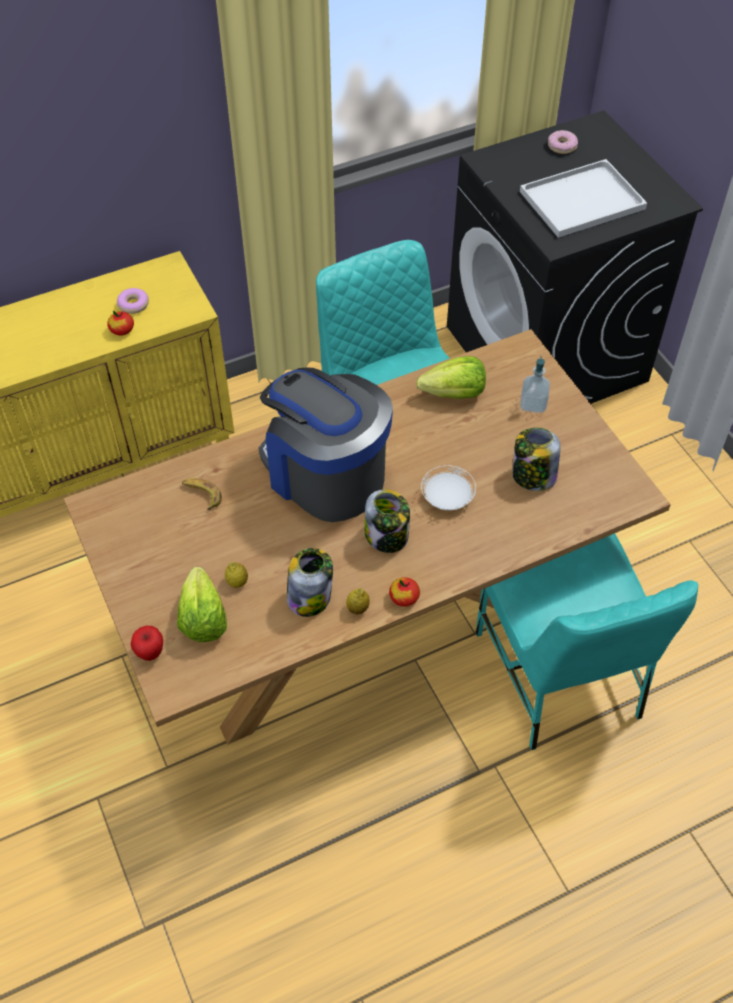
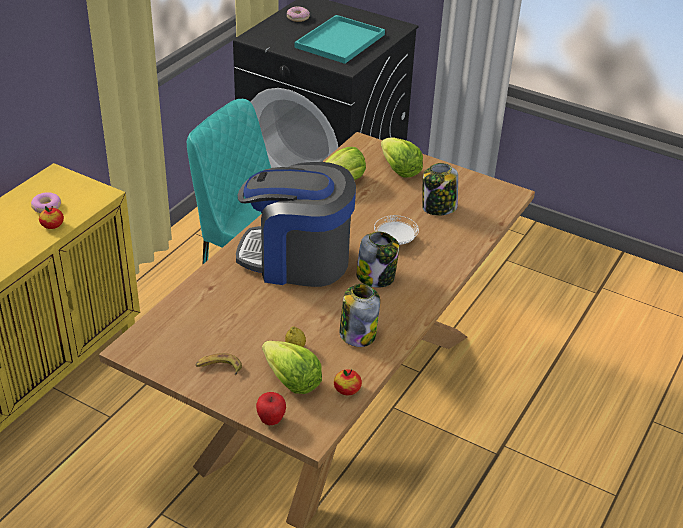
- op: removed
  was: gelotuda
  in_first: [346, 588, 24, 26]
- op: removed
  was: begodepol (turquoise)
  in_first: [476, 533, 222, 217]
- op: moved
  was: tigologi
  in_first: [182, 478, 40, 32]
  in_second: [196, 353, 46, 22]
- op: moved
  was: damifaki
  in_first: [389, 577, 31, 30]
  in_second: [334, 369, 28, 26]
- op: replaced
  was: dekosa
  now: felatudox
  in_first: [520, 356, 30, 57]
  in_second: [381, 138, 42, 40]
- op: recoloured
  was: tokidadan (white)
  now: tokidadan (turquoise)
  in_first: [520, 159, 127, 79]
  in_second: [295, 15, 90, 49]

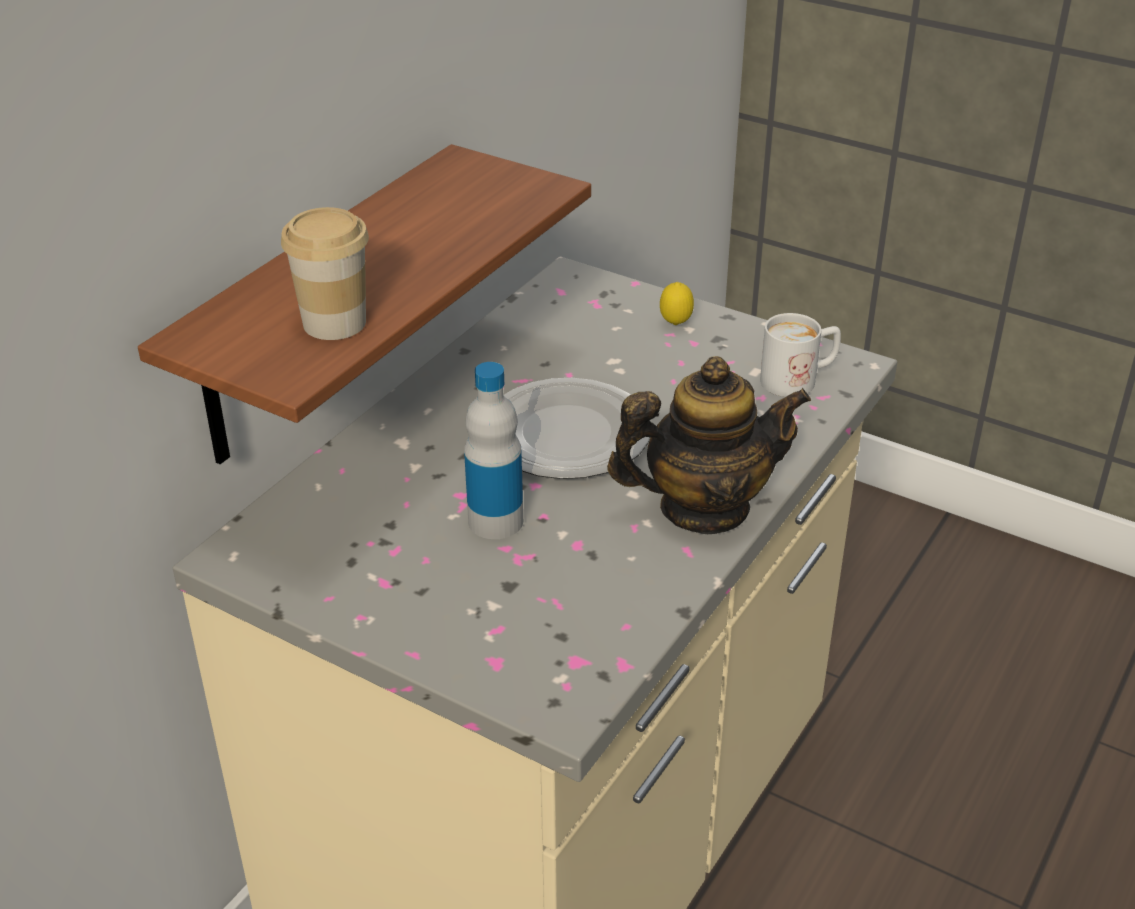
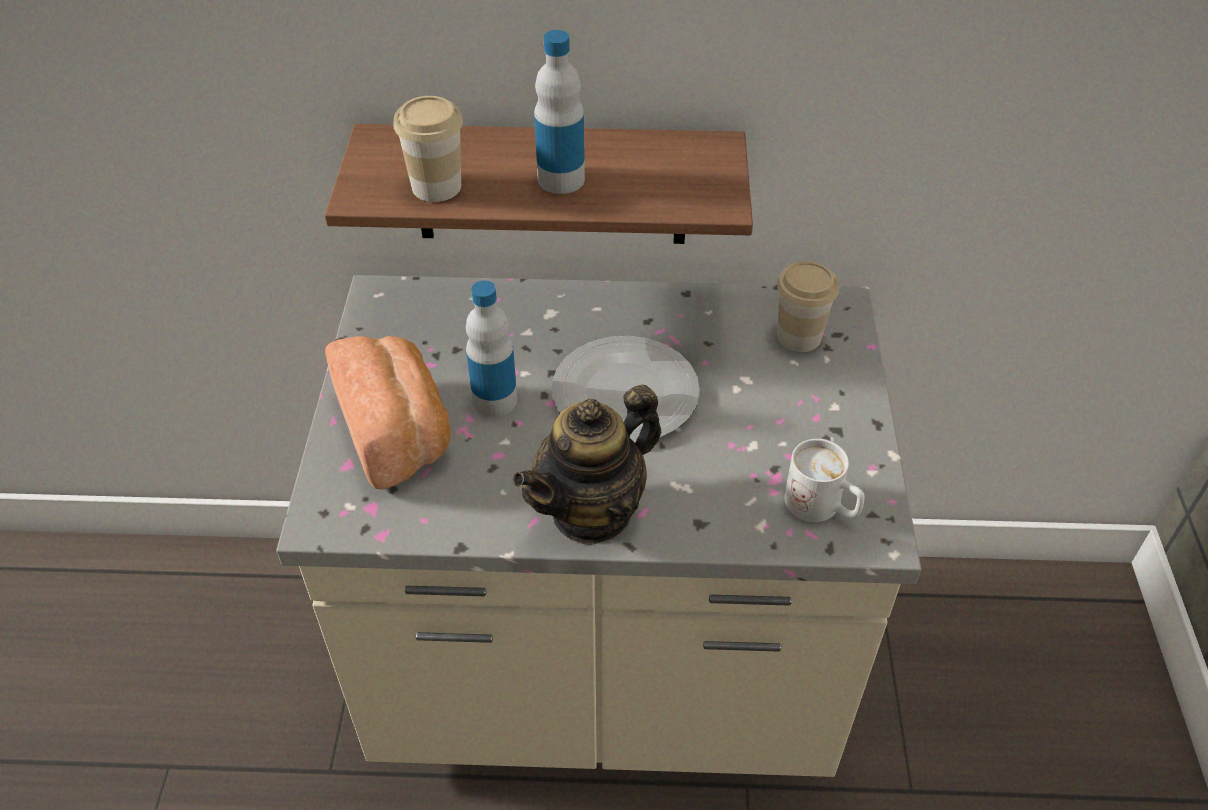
- op: removed
  was: gelotuda
  in_first: [660, 282, 34, 43]
- op: added
  now: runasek
  in_second: [325, 336, 126, 153]
- op: added
  now: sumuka
  in_second: [534, 30, 51, 164]
- op: added
  now: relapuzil
  in_second: [777, 261, 62, 91]
- op: turned
  was: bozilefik
  in_first: [607, 356, 204, 178]
  in_second: [513, 384, 148, 161]
  clockwise: 90

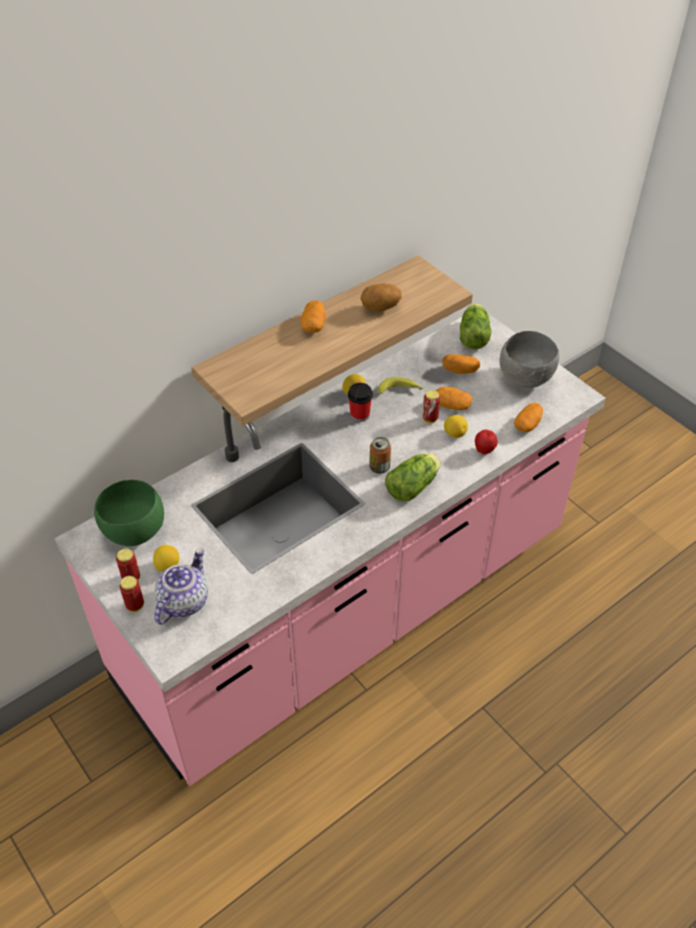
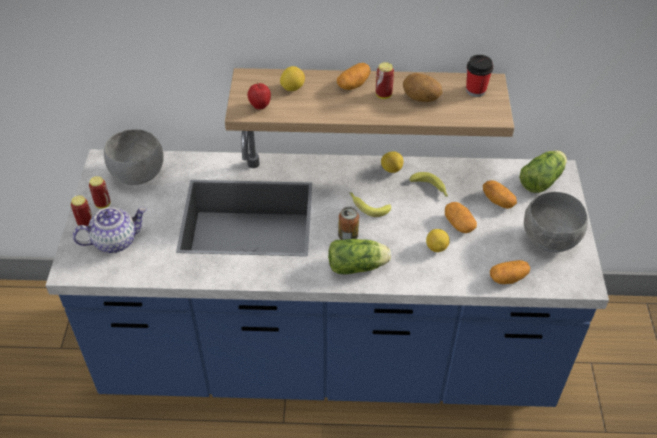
- op: added
  now: tigologi
  in_second: [349, 192, 42, 25]
- op: moved
  was: gelotuda
  in_first: [153, 545, 26, 27]
  in_second: [280, 66, 25, 25]
- op: moved
  was: relapuzil
  in_first: [348, 383, 25, 39]
  in_second: [466, 55, 27, 42]
- op: moved
  was: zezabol
  in_first: [423, 390, 17, 33]
  in_second: [376, 62, 18, 37]
- op: moved
  was: damifaki
  in_first: [475, 430, 23, 25]
  in_second: [248, 82, 23, 27]
- op: recoloured
  was: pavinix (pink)
  now: pavinix (blue)
  in_first: [54, 313, 552, 473]
  in_second: [45, 131, 564, 276]
- op: recoloured
  was: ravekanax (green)
  now: ravekanax (grey)
  in_first: [94, 480, 70, 66]
  in_second: [104, 129, 60, 56]

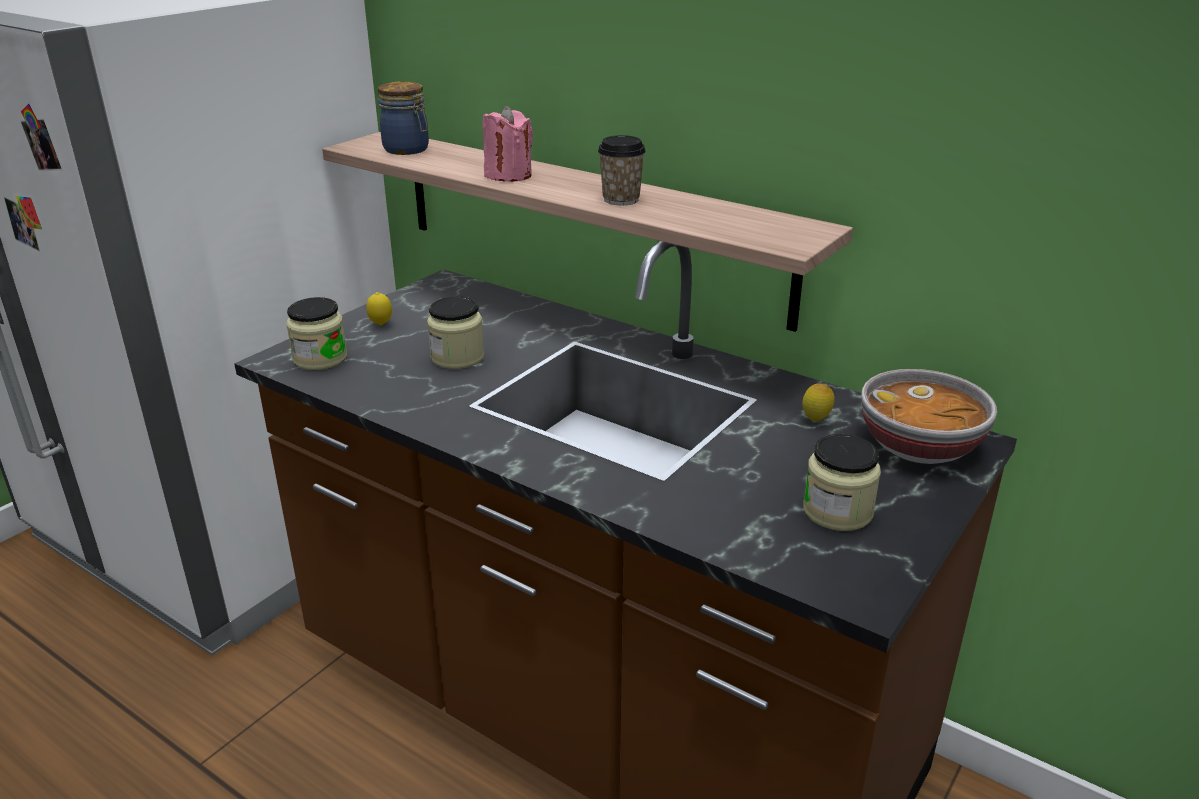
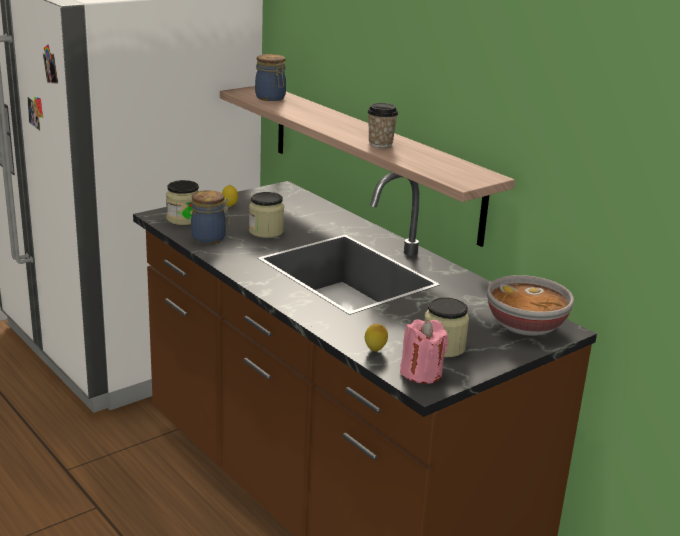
- op: added
  now: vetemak
  in_second: [191, 190, 39, 54]
- op: moved
  was: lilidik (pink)
  in_first: [483, 105, 50, 77]
  in_second: [400, 319, 49, 65]
- op: moved
  was: gelotuda
  in_first: [802, 384, 33, 37]
  in_second: [365, 324, 23, 28]

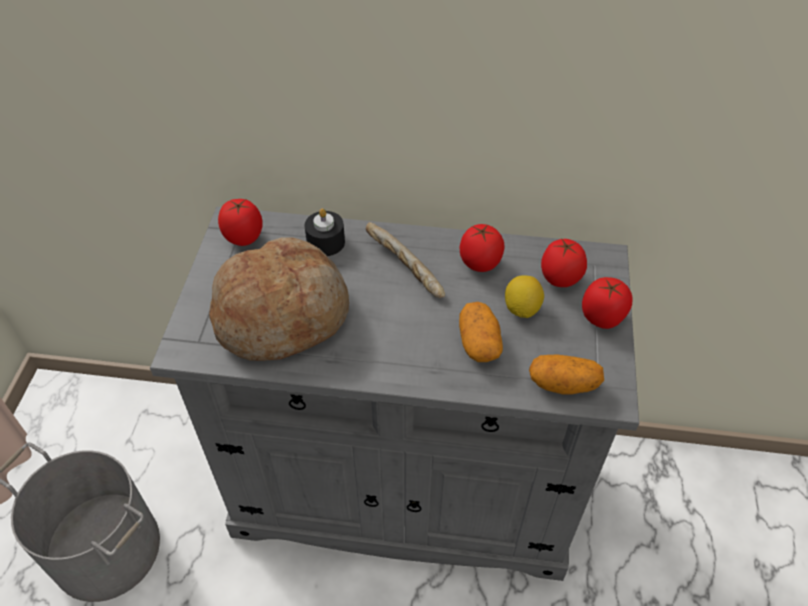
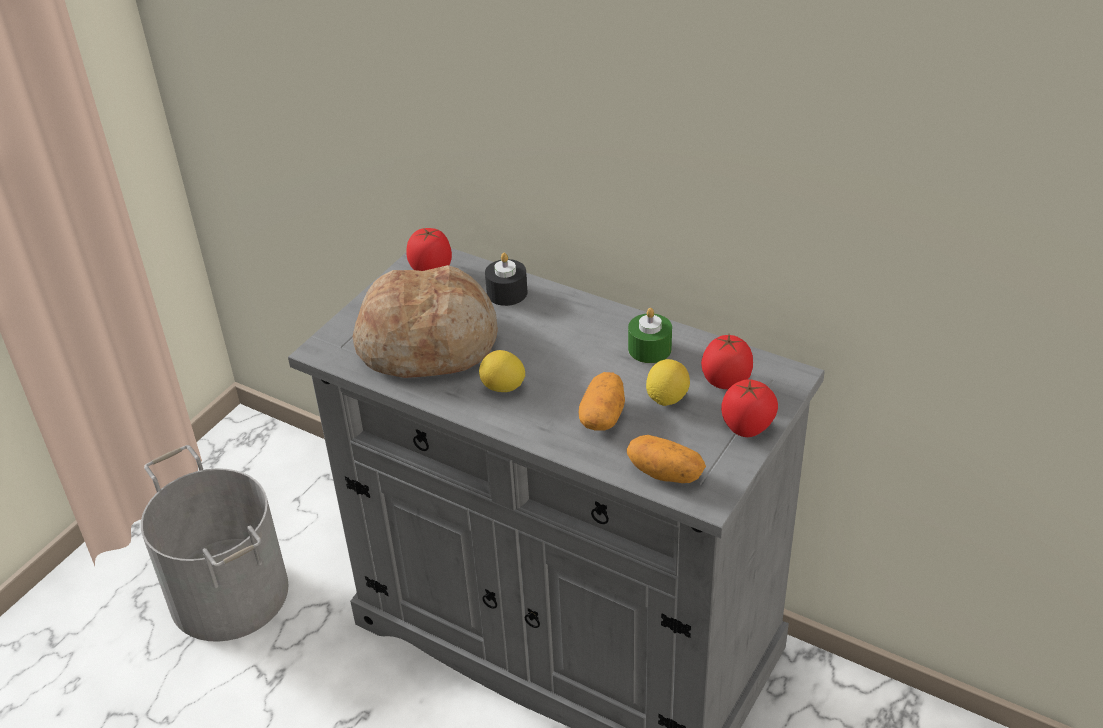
- op: removed
  was: runasek
  in_first: [366, 222, 79, 76]
- op: added
  now: gelotuda
  in_second: [479, 350, 46, 42]
- op: replaced
  was: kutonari
  now: lilidik (green)
  in_first: [460, 224, 44, 48]
  in_second: [628, 308, 44, 55]

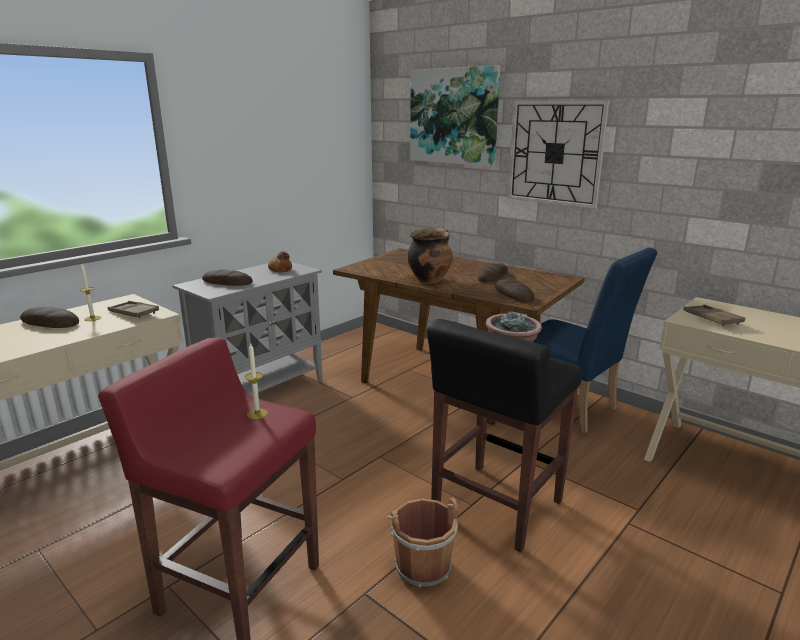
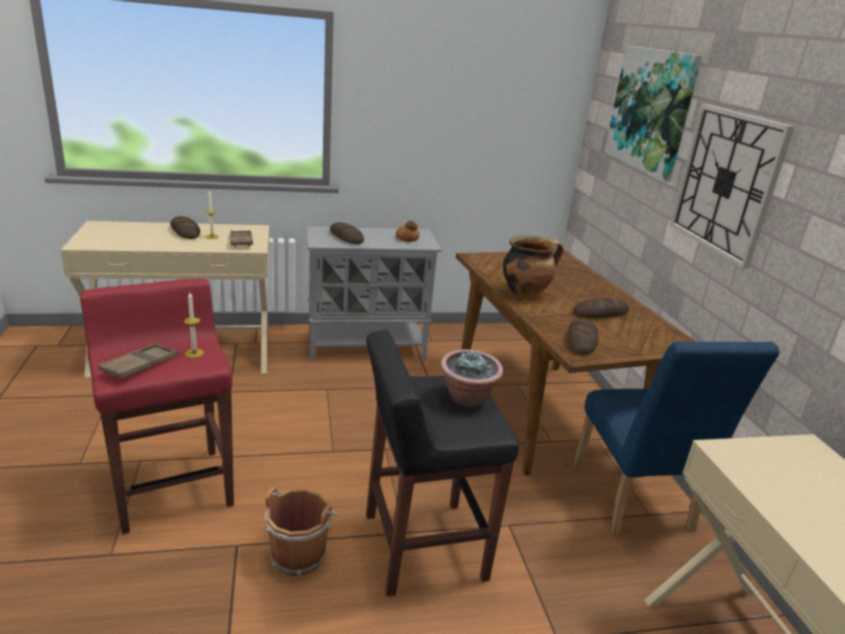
- op: moved
  was: tokidadan (brown)
  in_first: [684, 305, 61, 21]
  in_second: [98, 343, 80, 36]

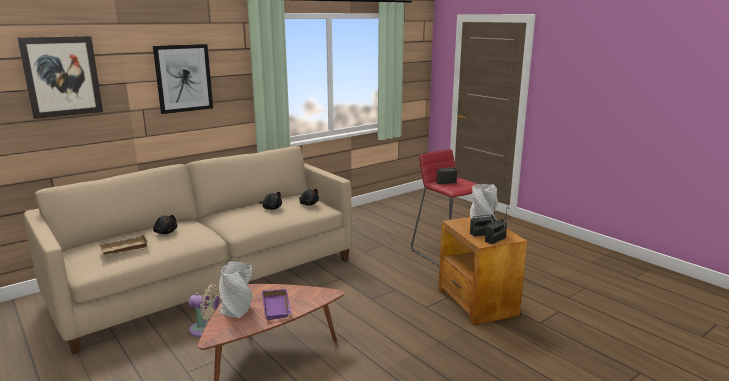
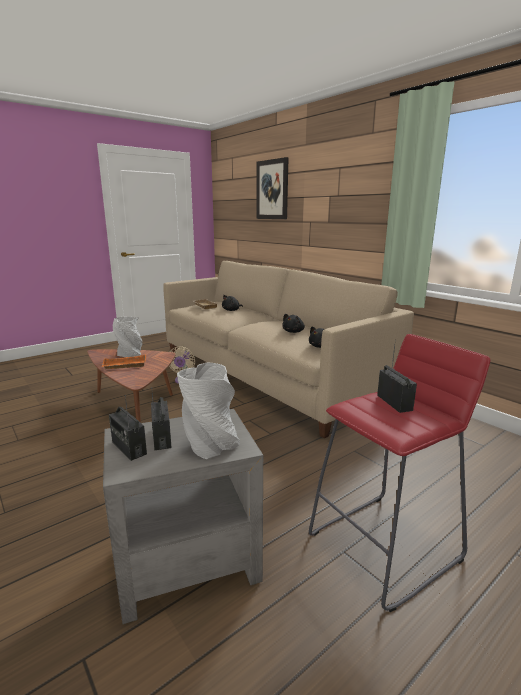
- op: removed
  was: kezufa
  in_first: [153, 44, 60, 70]
- op: recoloured
  was: tokidadan (purple)
  now: tokidadan (orange)
  in_first: [262, 289, 30, 32]
  in_second: [101, 354, 45, 15]
- op: recoloured
  was: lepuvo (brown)
  now: lepuvo (grey)
  in_first: [438, 217, 89, 109]
  in_second: [103, 409, 160, 215]

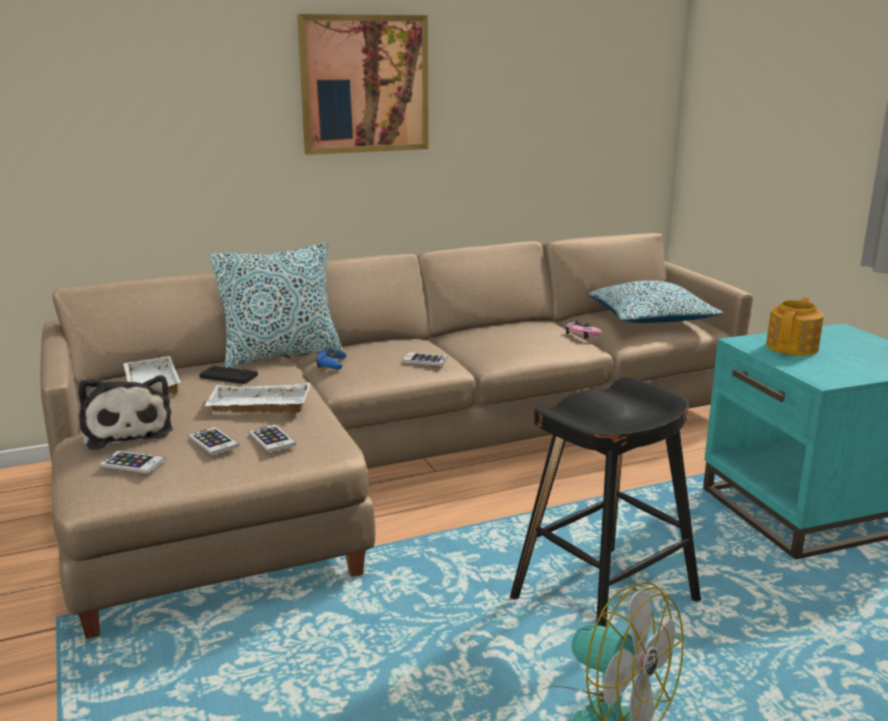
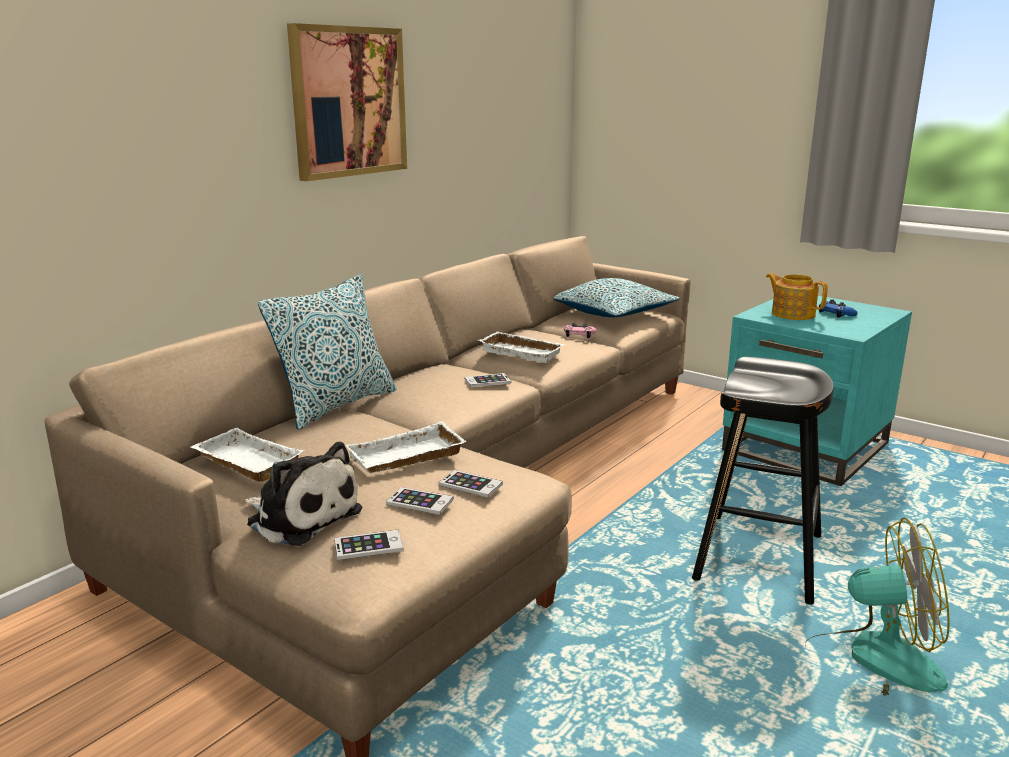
- op: removed
  was: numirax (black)
  in_first: [199, 366, 59, 18]
- op: added
  now: tokidadan (white)
  in_second: [478, 331, 87, 32]
- op: moved
  was: numirax (blue)
  in_first: [316, 348, 30, 22]
  in_second: [819, 299, 39, 19]
- op: turned
  was: bozilefik
  in_first: [766, 297, 58, 59]
  in_second: [766, 273, 62, 47]
  clockwise: -45

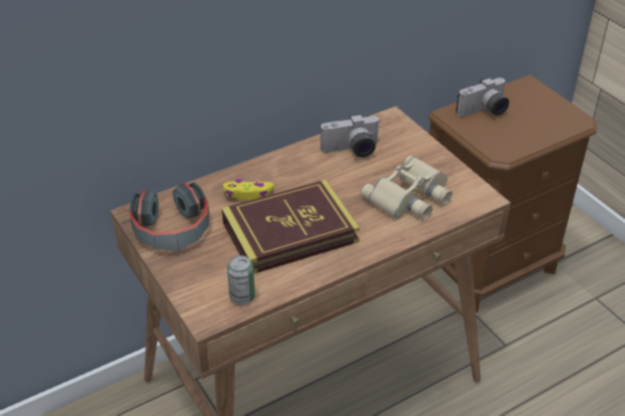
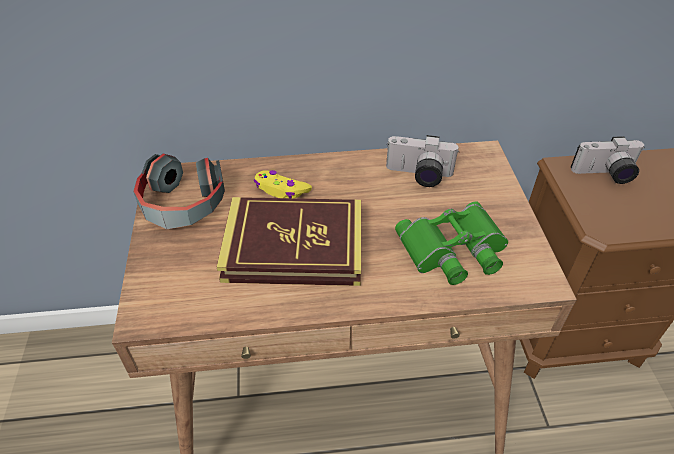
- op: removed
  was: zezabol
  in_first: [227, 255, 28, 50]
- op: recoloured
  was: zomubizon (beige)
  now: zomubizon (green)
  in_first: [361, 156, 91, 64]
  in_second: [395, 201, 113, 84]

